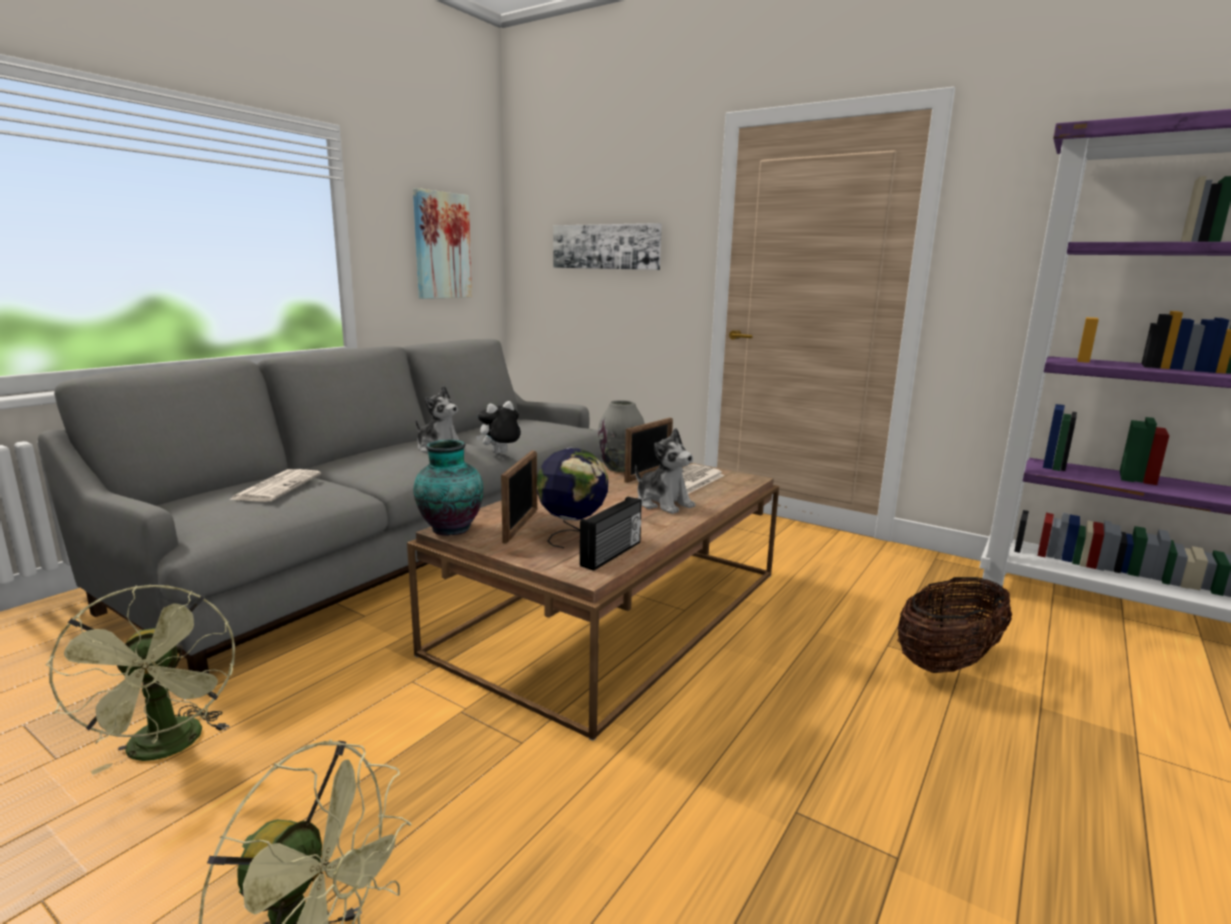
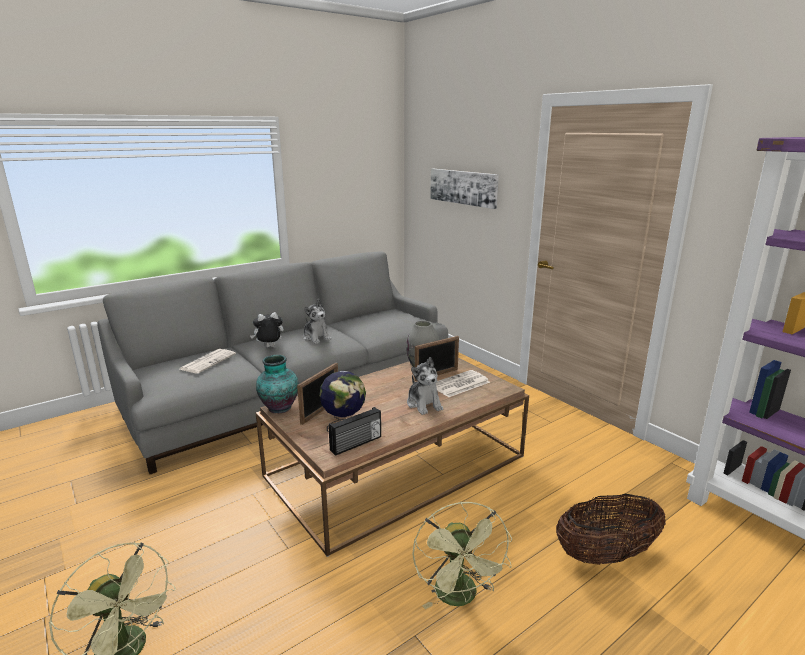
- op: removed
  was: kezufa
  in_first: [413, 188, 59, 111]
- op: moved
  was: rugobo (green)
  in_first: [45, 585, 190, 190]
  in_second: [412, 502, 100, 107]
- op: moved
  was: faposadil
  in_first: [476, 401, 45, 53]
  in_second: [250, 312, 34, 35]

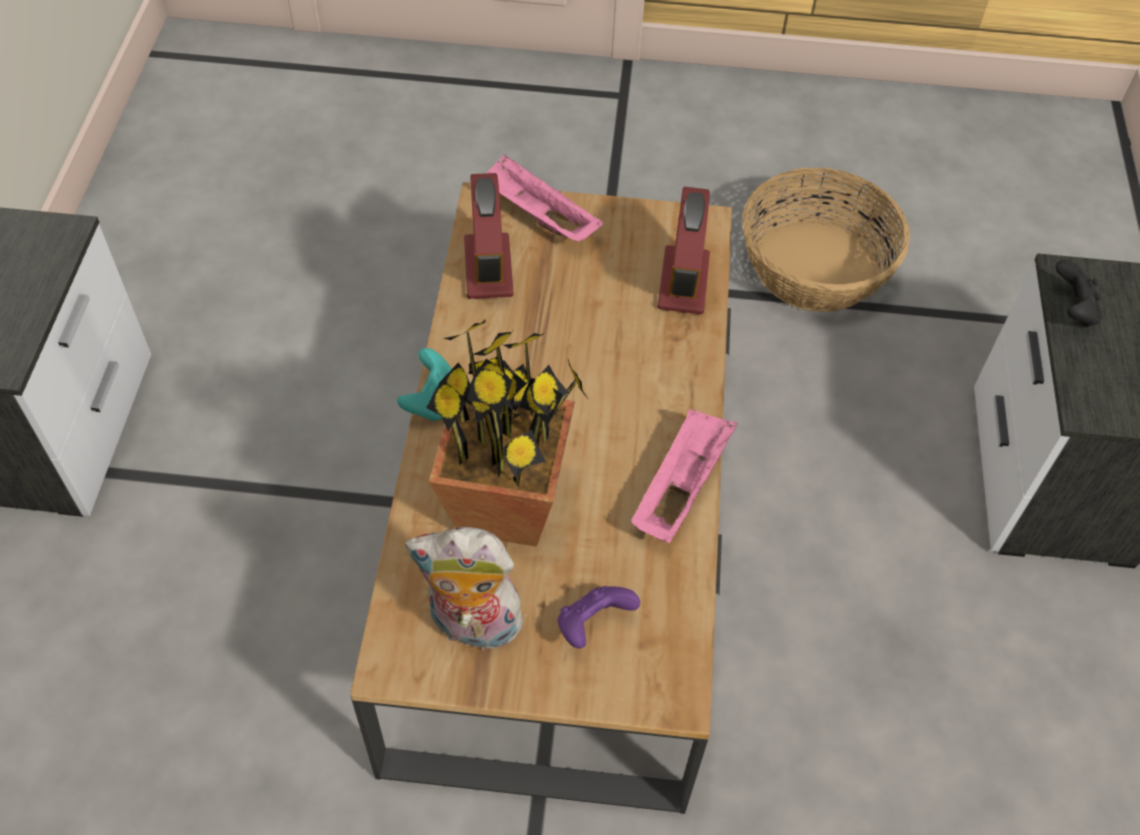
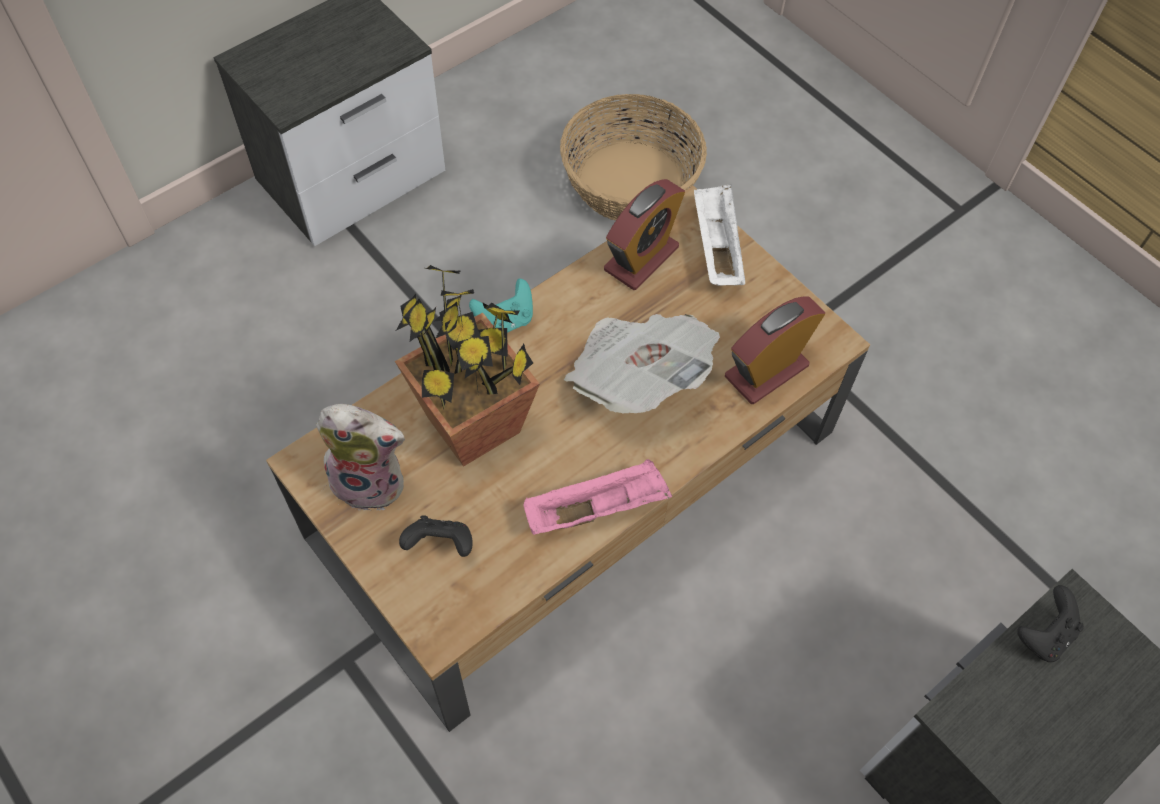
- op: added
  now: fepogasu
  in_second: [564, 314, 156, 100]
- op: moved
  was: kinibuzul
  in_first: [742, 168, 168, 144]
  in_second: [560, 94, 147, 127]
- op: recoloured
  was: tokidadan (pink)
  now: tokidadan (white)
  in_first: [487, 155, 116, 87]
  in_second: [694, 184, 51, 102]
- op: recoloured
  was: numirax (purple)
  now: numirax (black)
  in_first: [558, 586, 82, 63]
  in_second: [399, 515, 74, 42]
- op: turned
  was: faposadil
  in_first: [405, 527, 126, 129]
  in_second: [316, 404, 89, 107]
  clockwise: 135

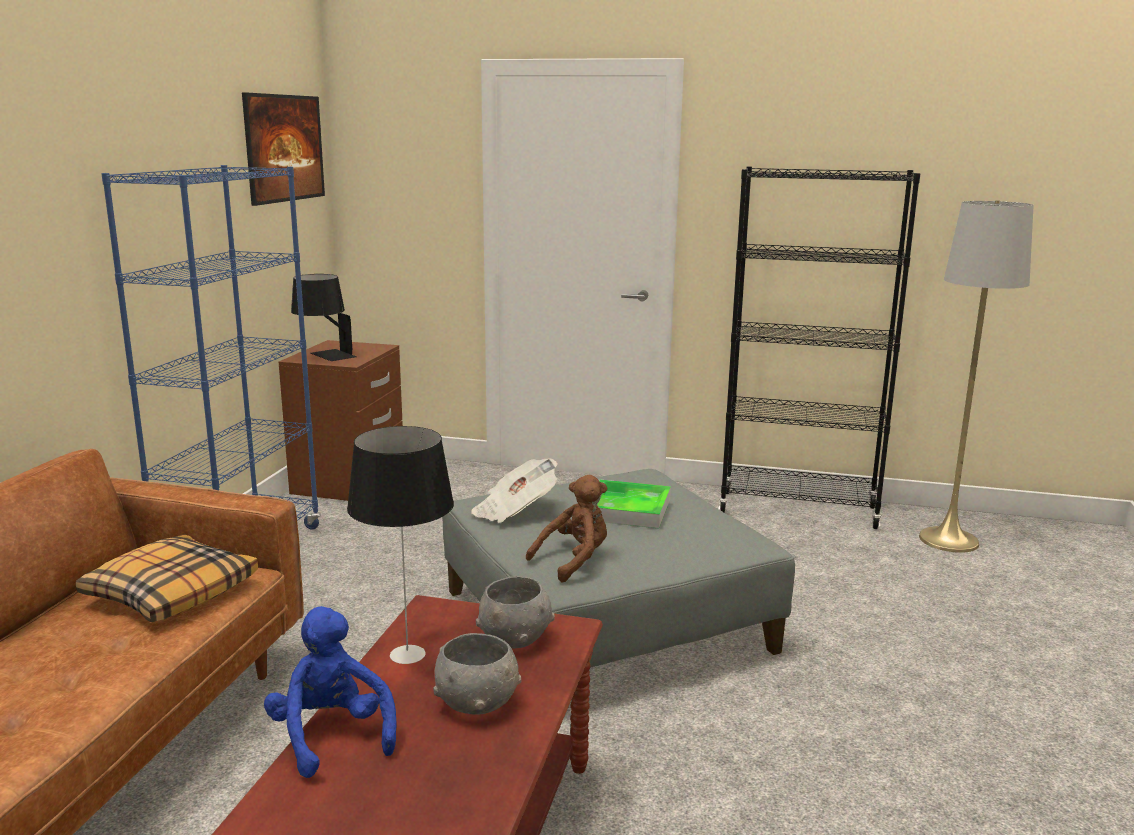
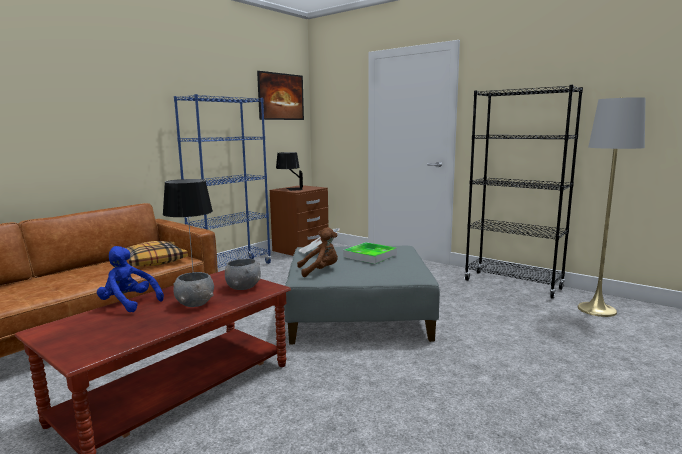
- op: turned
  was: faposadil (blue)
  in_first: [264, 606, 133, 172]
  in_second: [97, 246, 67, 66]
  clockwise: -60

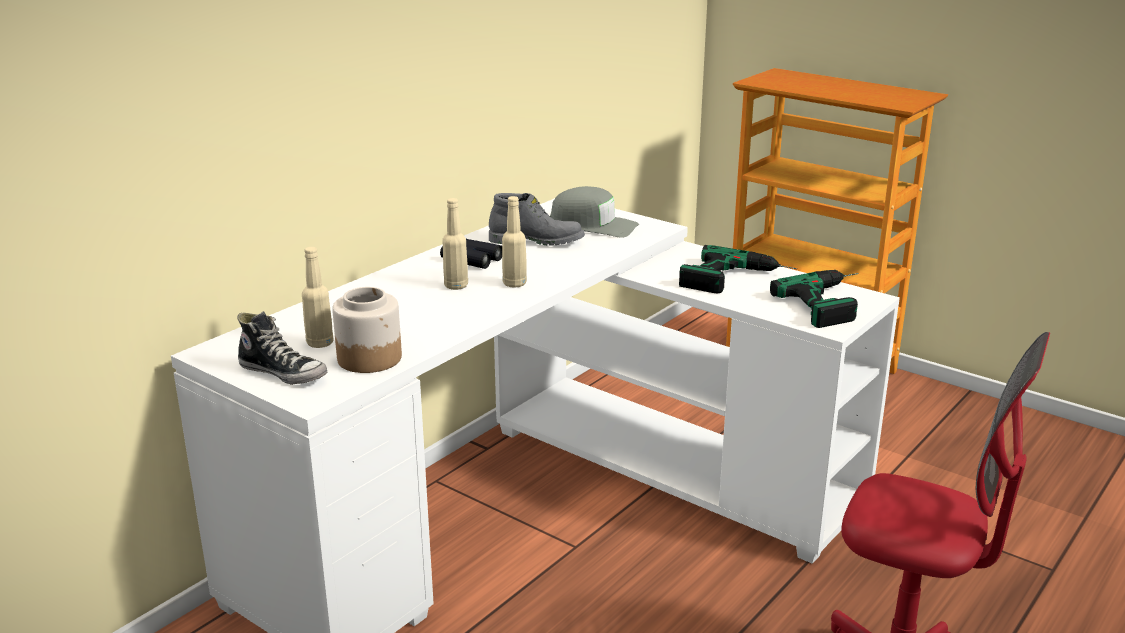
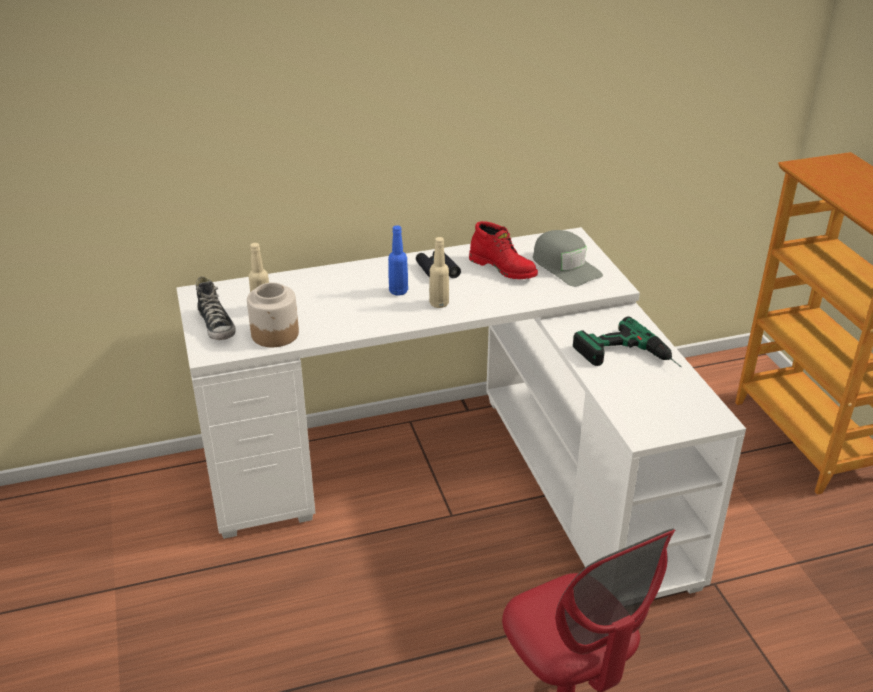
- op: removed
  was: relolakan
  in_first: [770, 270, 89, 58]
- op: recoloured
  was: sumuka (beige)
  now: sumuka (blue)
  in_first: [443, 198, 25, 92]
  in_second: [388, 225, 20, 71]
- op: recoloured
  was: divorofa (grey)
  now: divorofa (red)
  in_first: [489, 193, 96, 52]
  in_second: [469, 221, 69, 58]

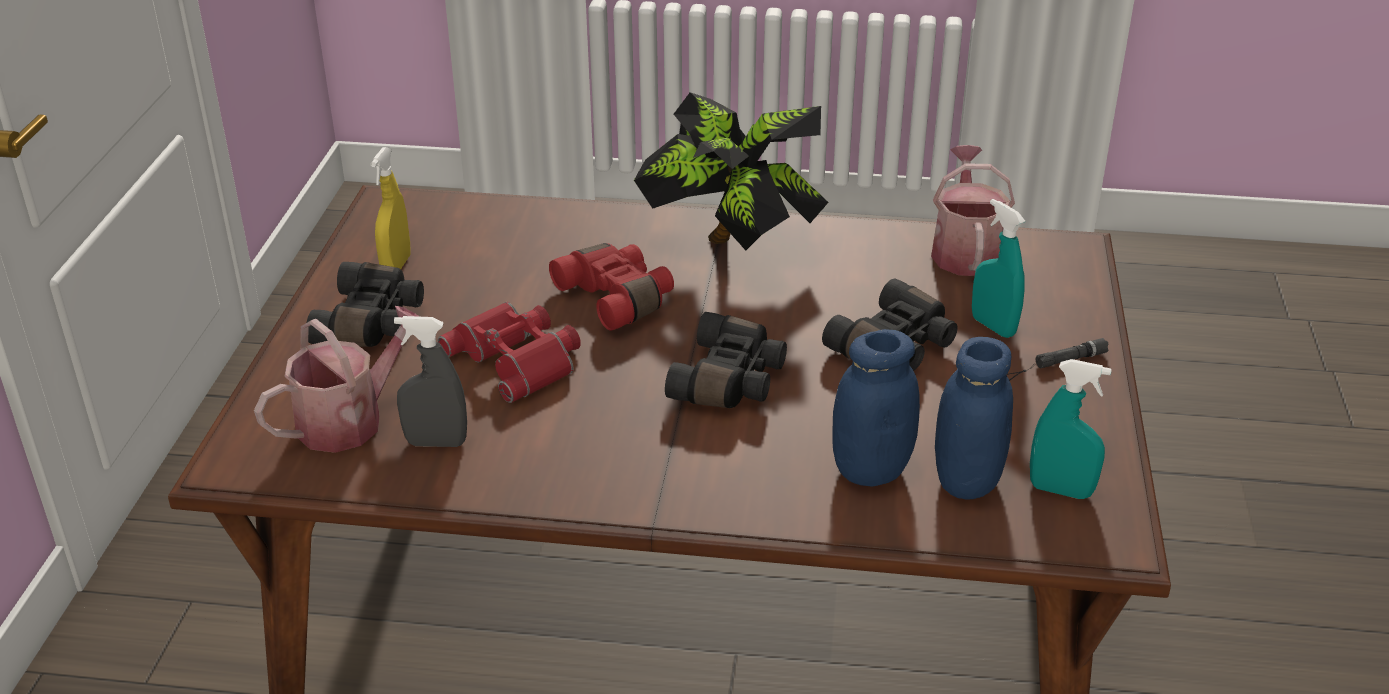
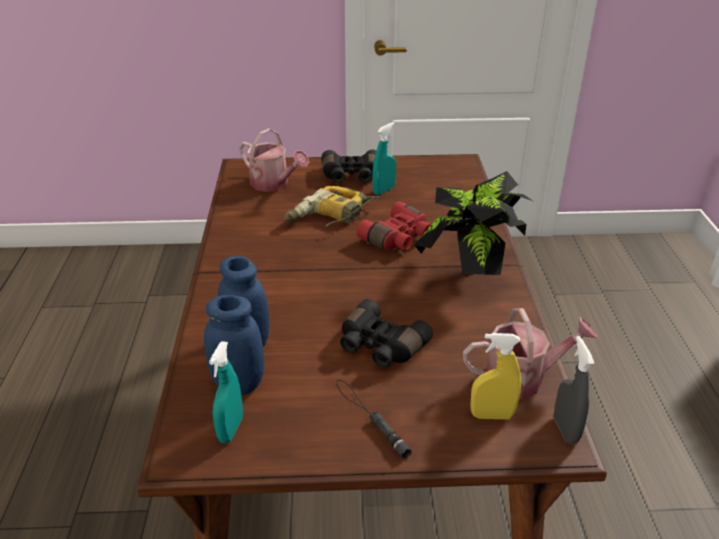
- op: removed
  was: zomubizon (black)
  in_first: [665, 312, 122, 96]
- op: moved
  was: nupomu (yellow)
  in_first: [371, 147, 40, 122]
  in_second: [471, 333, 50, 86]
- op: moved
  was: nupomu (grey)
  in_first: [394, 316, 73, 131]
  in_second: [554, 336, 40, 108]
- op: moved
  was: nupomu (turquoise)
  in_first: [972, 199, 53, 139]
  in_second: [372, 122, 24, 73]
- op: replaced
  was: zomubizon (red)
  now: relolakan
  in_first: [438, 302, 143, 101]
  in_second: [284, 186, 97, 41]

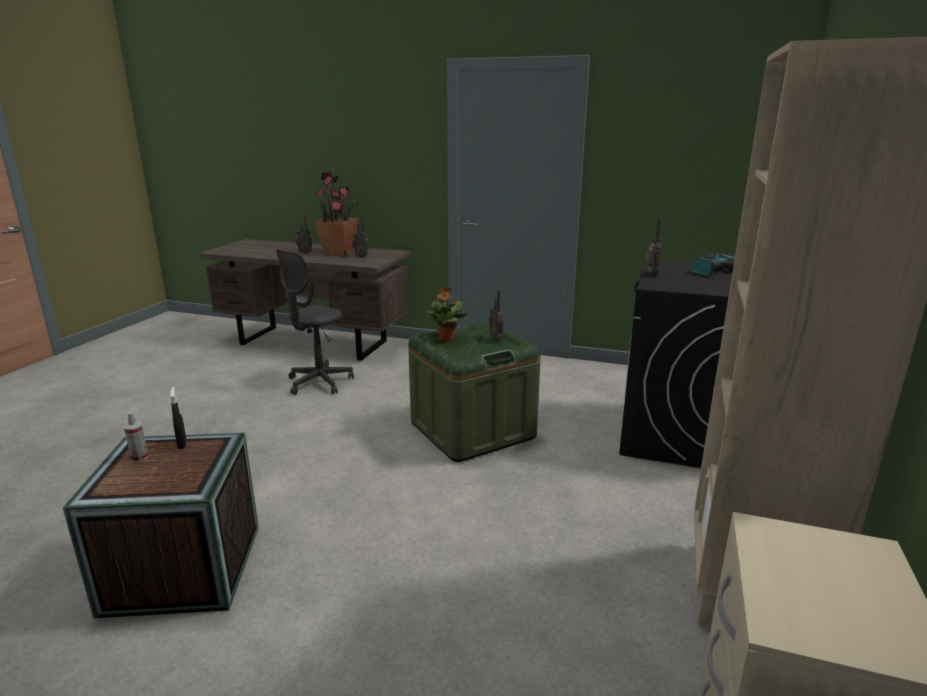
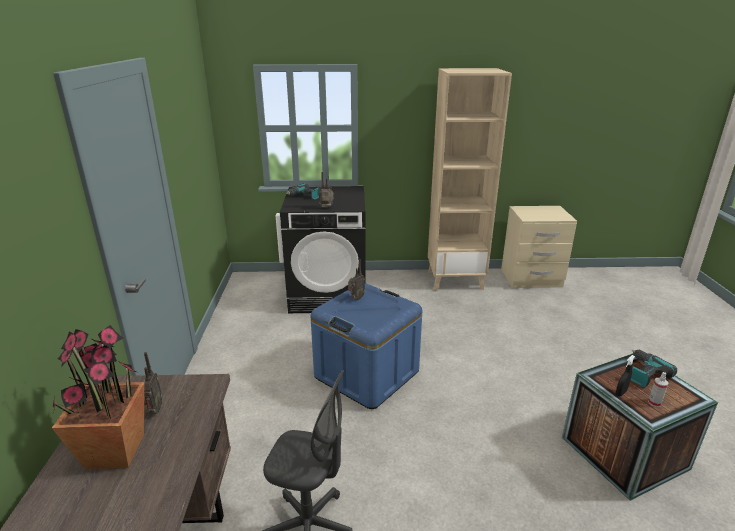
- op: removed
  was: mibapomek
  in_first: [295, 214, 18, 40]
- op: removed
  was: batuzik
  in_first: [425, 287, 43, 54]
- op: added
  now: relolakan
  in_second: [630, 349, 47, 39]
- op: recoloured
  was: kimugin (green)
  now: kimugin (blue)
  in_first: [408, 321, 133, 141]
  in_second: [311, 283, 111, 126]

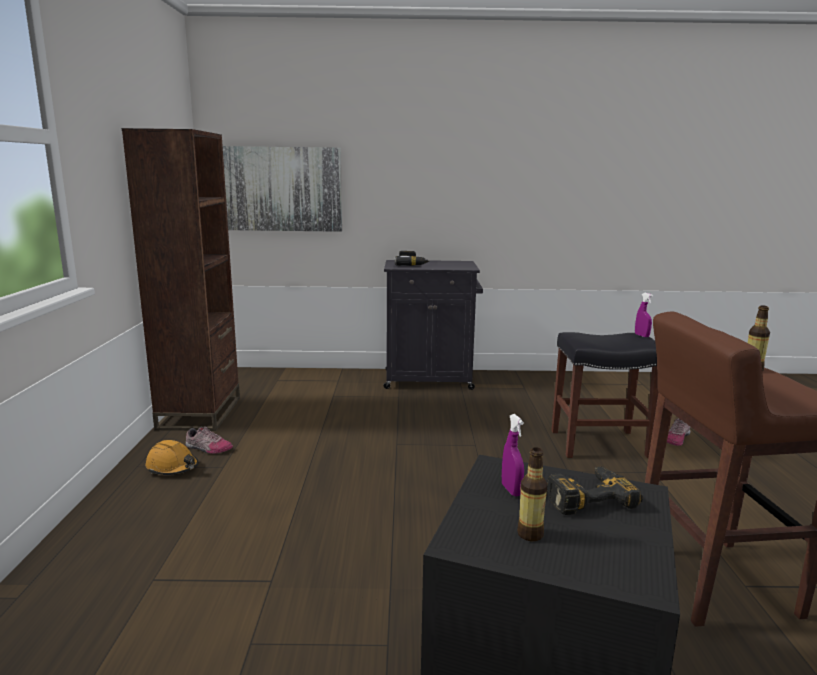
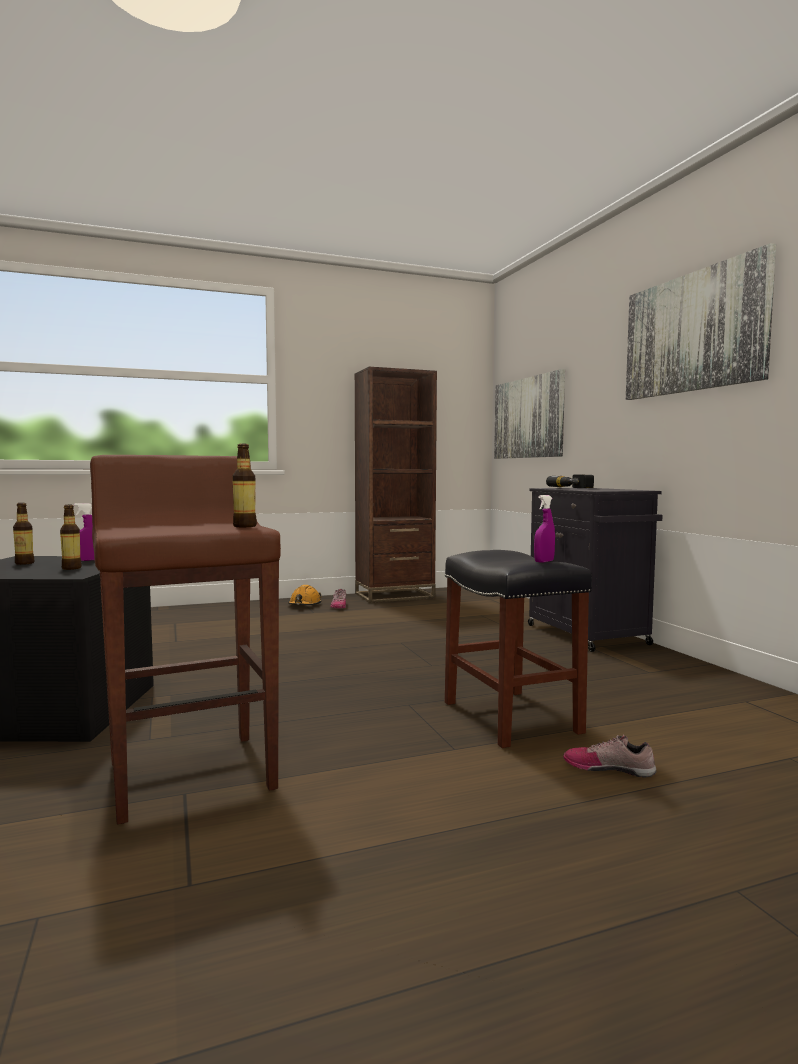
- op: added
  now: kezufa
  in_second: [626, 243, 150, 157]
- op: replaced
  was: relolakan
  now: sumuka
  in_first: [547, 467, 96, 48]
  in_second: [60, 505, 22, 65]

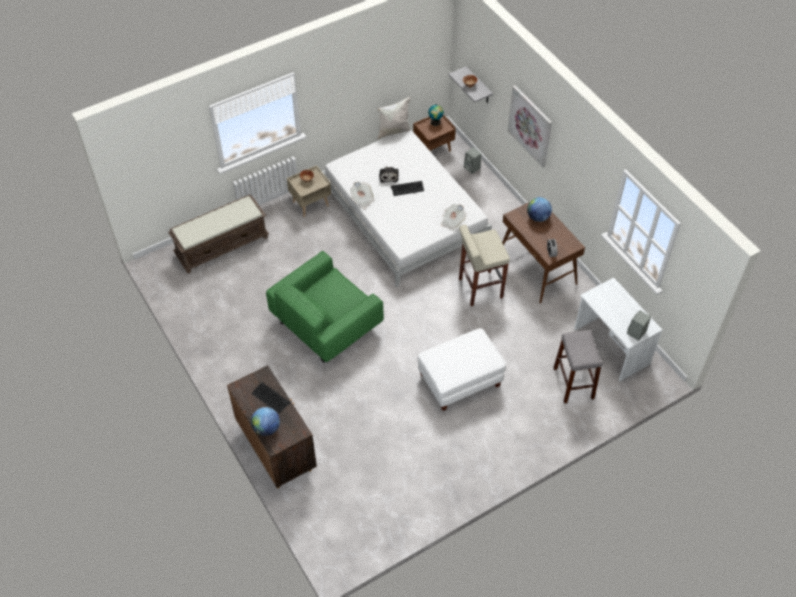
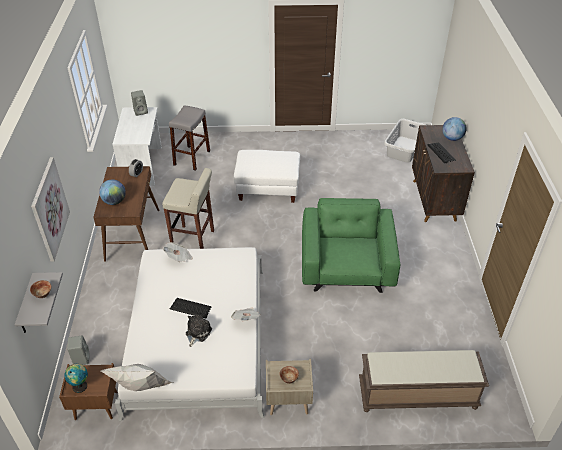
- op: added
  now: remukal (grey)
  in_second: [384, 119, 41, 44]
- op: turned
  was: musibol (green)
  in_first: [266, 251, 118, 112]
  in_second: [302, 198, 98, 95]
  clockwise: -75

